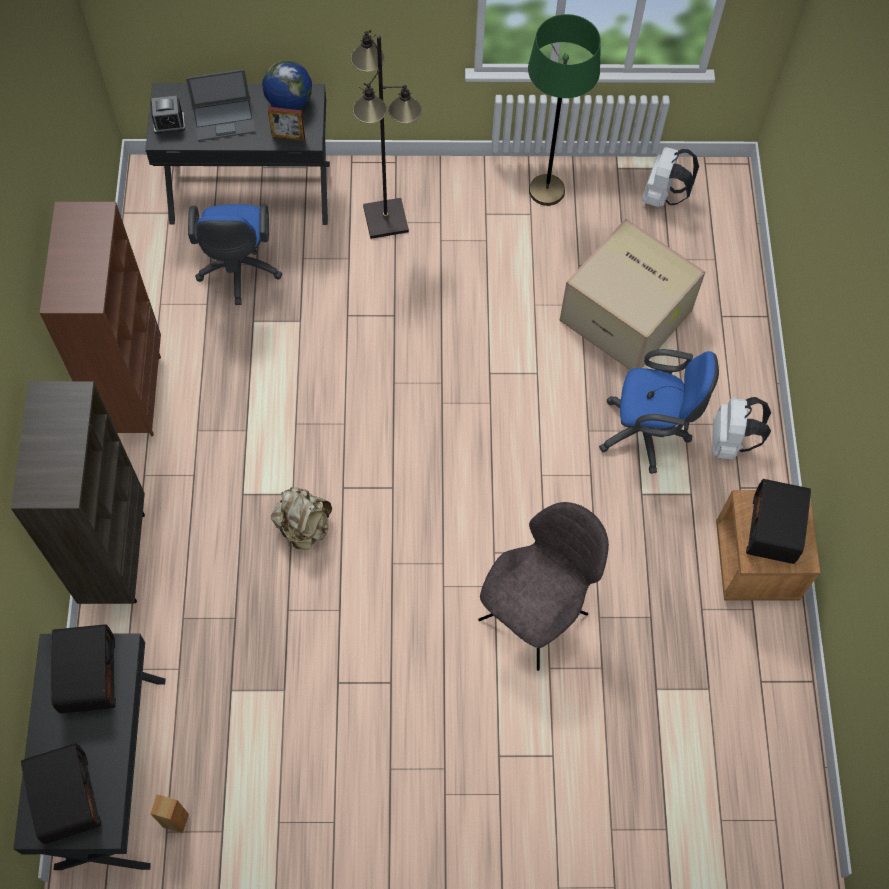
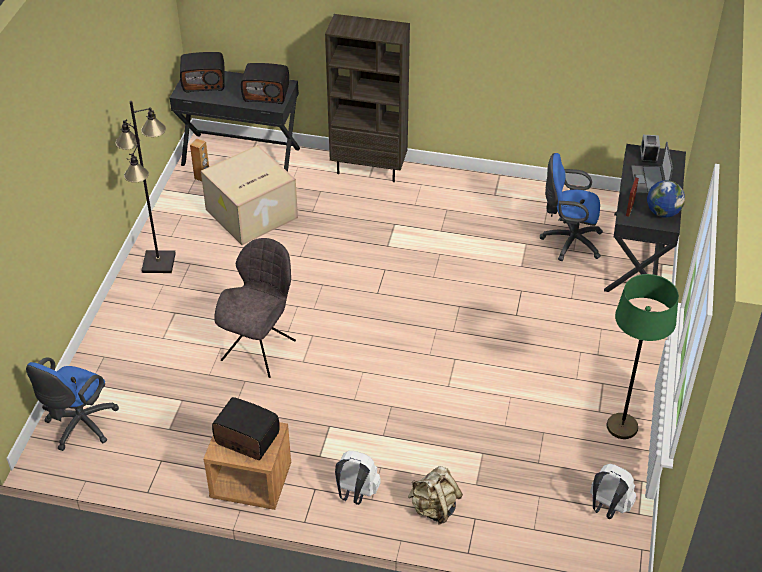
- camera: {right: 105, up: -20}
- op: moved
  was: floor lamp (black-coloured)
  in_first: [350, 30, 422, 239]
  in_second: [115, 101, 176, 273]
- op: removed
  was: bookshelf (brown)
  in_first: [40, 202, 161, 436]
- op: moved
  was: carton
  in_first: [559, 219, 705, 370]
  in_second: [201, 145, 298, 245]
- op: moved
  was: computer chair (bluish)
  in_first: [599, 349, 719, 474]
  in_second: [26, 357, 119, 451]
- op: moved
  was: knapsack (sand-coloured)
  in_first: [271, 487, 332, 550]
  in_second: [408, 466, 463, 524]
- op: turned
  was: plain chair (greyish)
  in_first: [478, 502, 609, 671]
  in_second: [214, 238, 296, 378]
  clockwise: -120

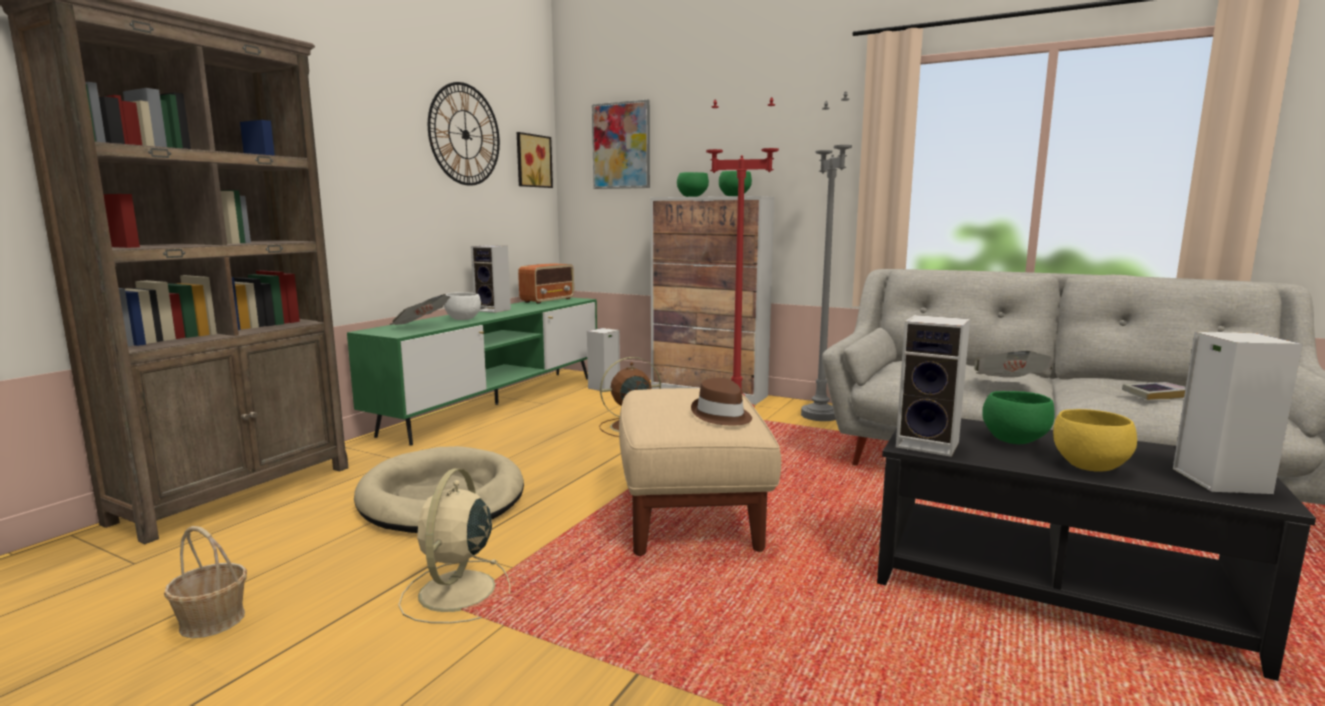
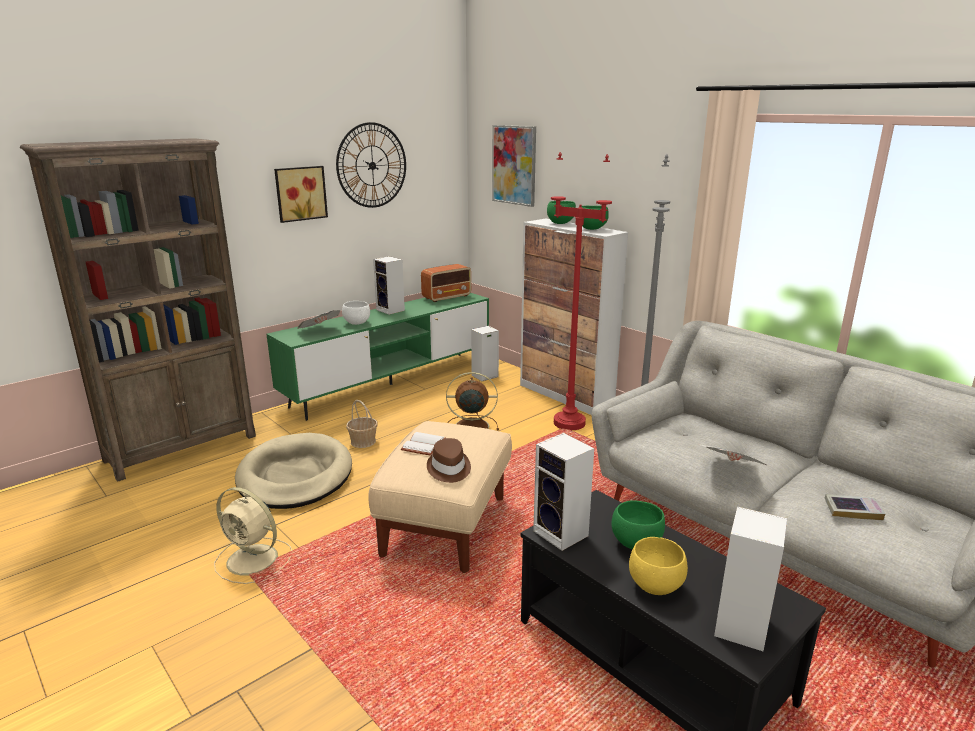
- camera: {right: 20, up: 10}
- op: moved
  was: wall picture
  in_first: [517, 132, 553, 188]
  in_second: [274, 166, 328, 223]
- op: turned
  was: electric fan (sand-coloured)
  in_first: [398, 469, 510, 624]
  in_second: [214, 487, 292, 584]
  clockwise: -90
- op: moved
  was: storage basket
  in_first: [164, 526, 247, 638]
  in_second: [346, 400, 378, 448]
- op: added
  now: volume (white)
  in_second: [401, 432, 446, 456]

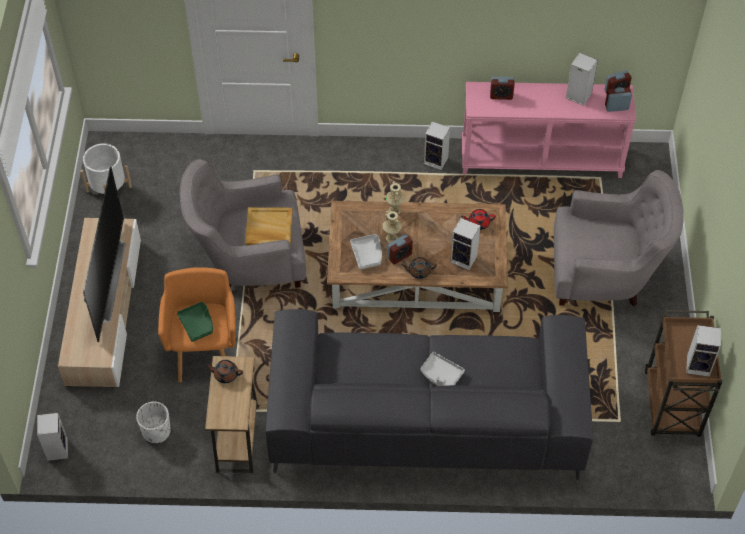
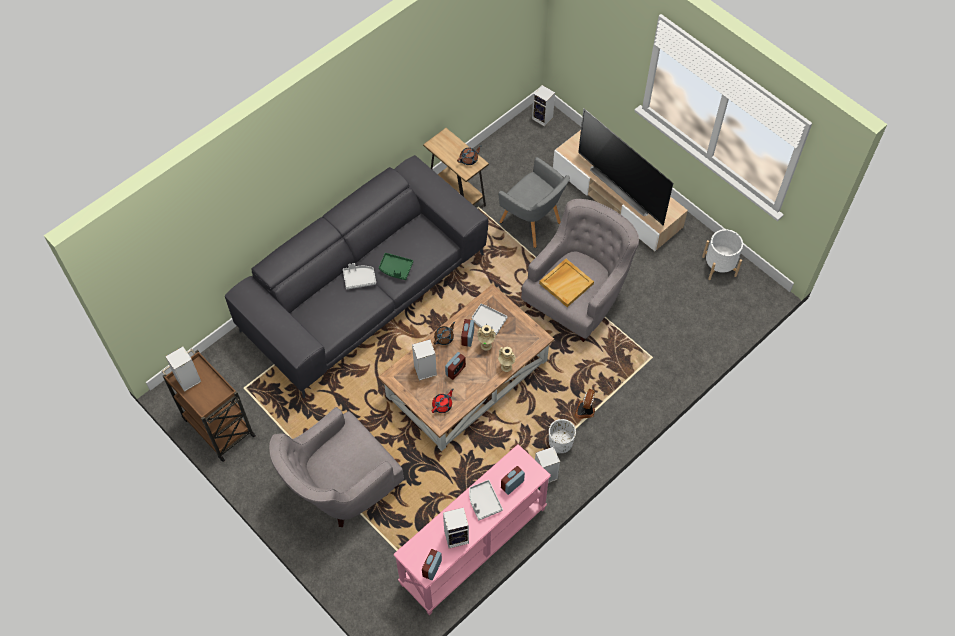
- camera: {right: 135, up: 5}
- op: moved
  was: alarm clock
  in_first: [605, 87, 632, 112]
  in_second: [445, 352, 466, 380]
- op: recoloured
  was: lounge chair (orange-coloured)
  now: lounge chair (greyish)
  in_first: [158, 267, 236, 383]
  in_second: [498, 157, 570, 248]
- op: moved
  was: carrying tray (green-coloured)
  in_first: [177, 302, 213, 342]
  in_second: [379, 253, 413, 280]
- op: moved
  was: plant pot (white)
  in_first: [136, 402, 171, 443]
  in_second: [549, 419, 576, 453]
- op: added
  now: electric fan
  in_second: [575, 389, 595, 419]
- op: added
  now: carrying tray (greyish)
  in_second: [469, 480, 503, 520]

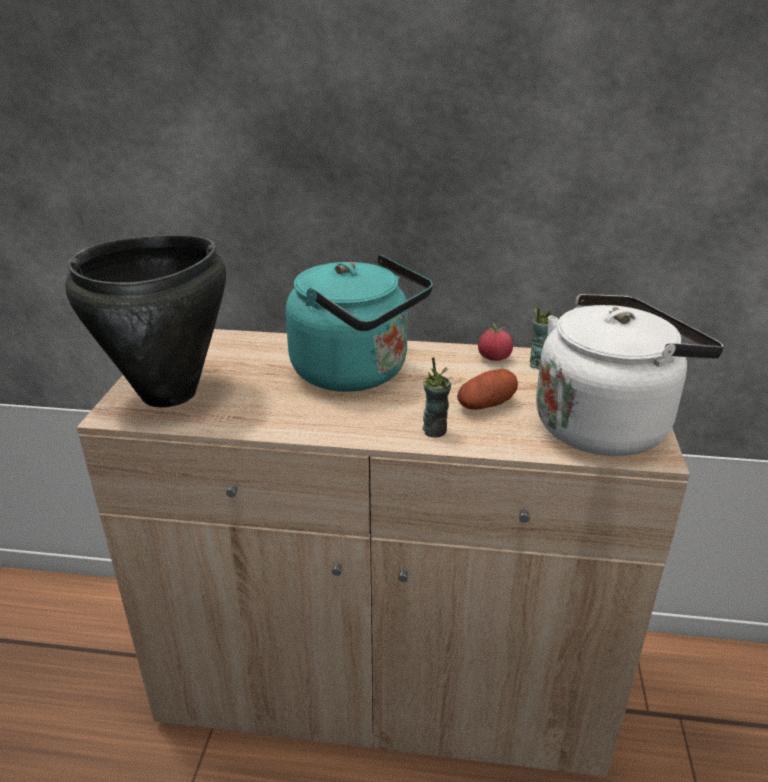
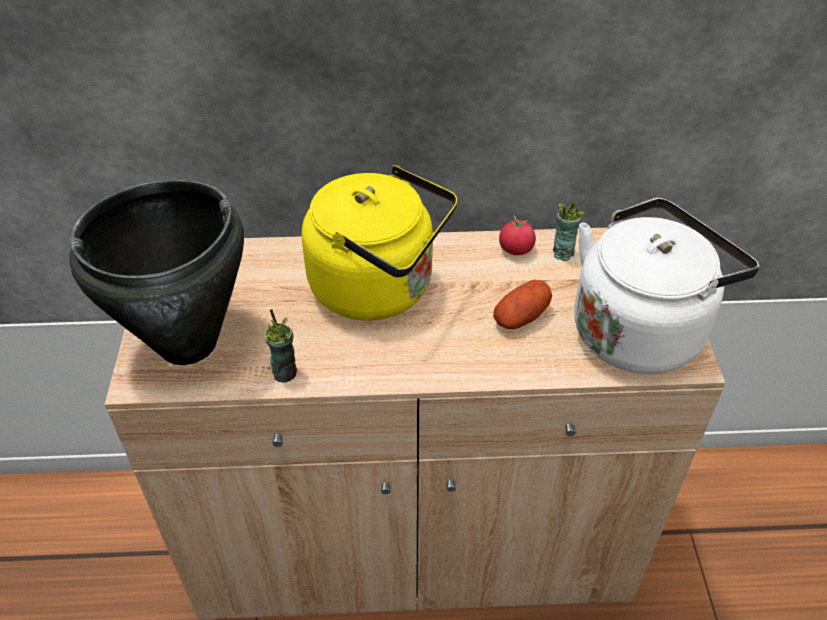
- camera: {right: -10, up: 15}
- op: recoloured
  was: tea kettle (blue-green)
  now: tea kettle (yellow)
  in_first: [286, 255, 433, 392]
  in_second: [302, 165, 457, 321]
- op: moved
  was: cup
  in_first: [422, 357, 451, 438]
  in_second: [264, 309, 297, 382]

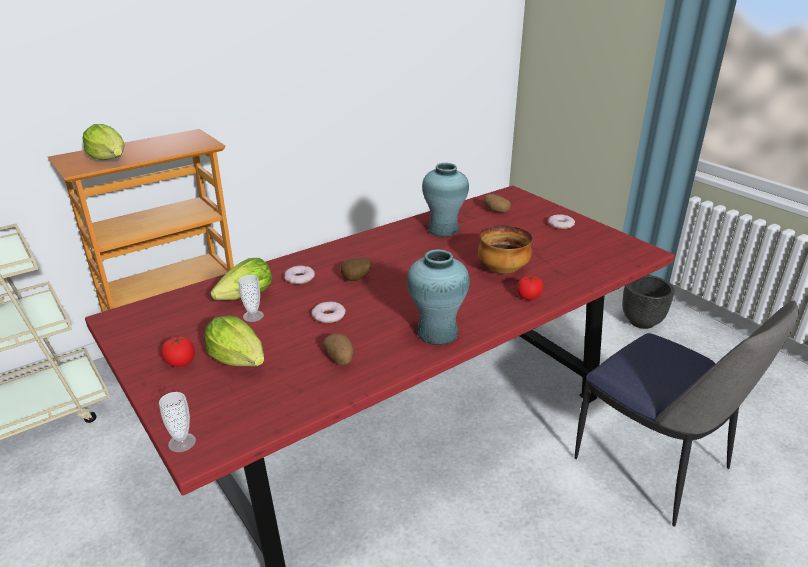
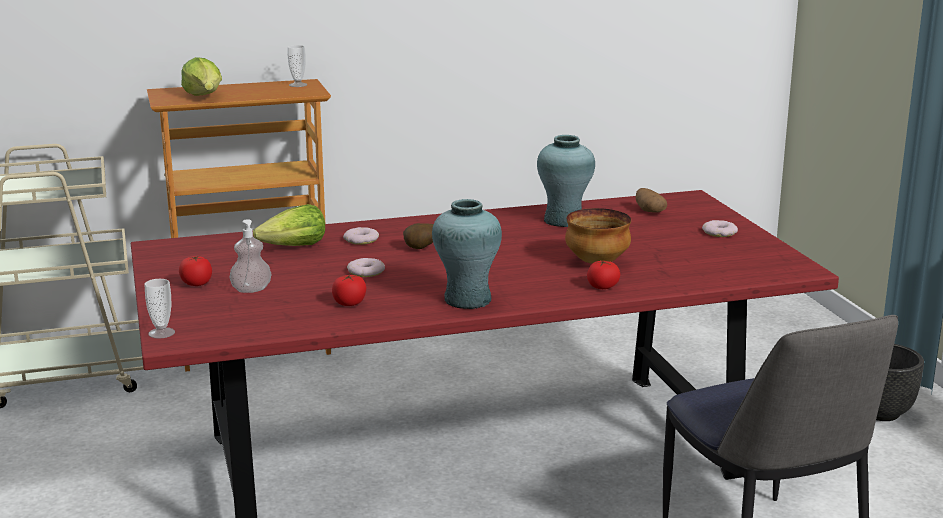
- camera: {right: 20, up: -10}
- op: moved
  was: cup
  in_first: [238, 275, 264, 322]
  in_second: [287, 45, 307, 87]
- op: replaced
  was: lettuce
  now: liquid soap bottle
  in_first: [204, 316, 264, 366]
  in_second: [230, 219, 272, 293]
- op: replaced
  was: potato
  now: whole tomato
  in_first: [323, 333, 354, 365]
  in_second: [332, 275, 366, 306]

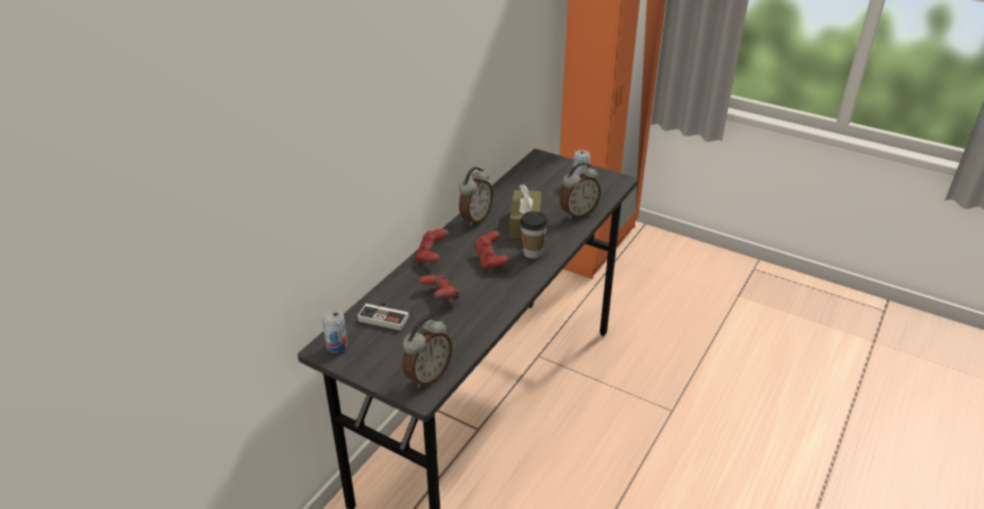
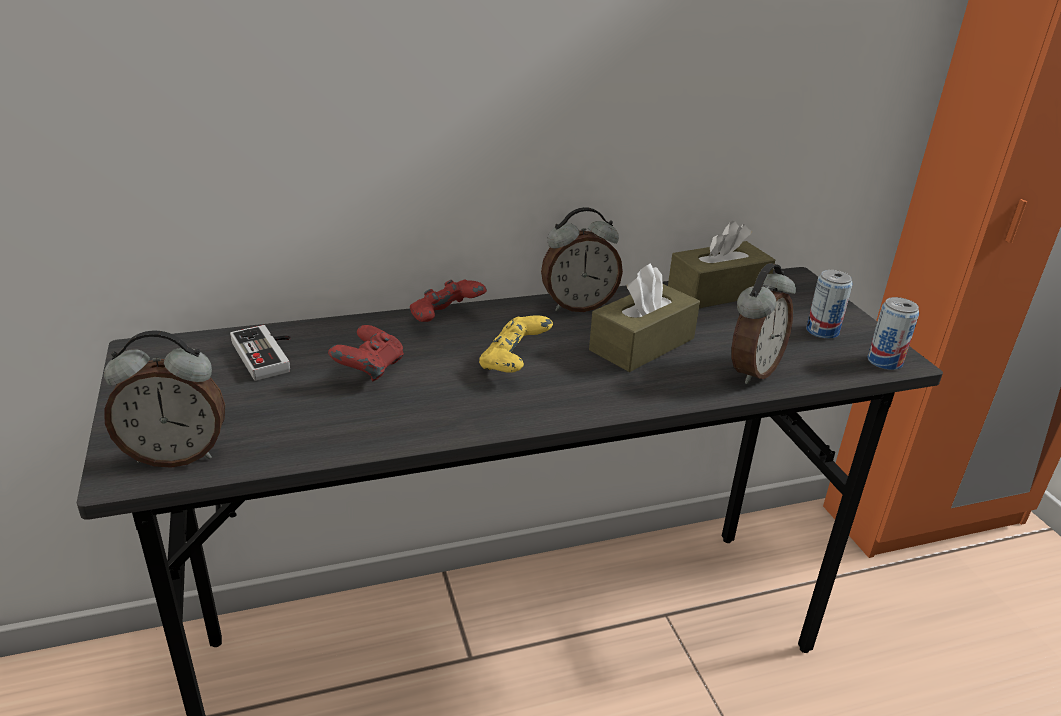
- camera: {right: 40, up: -5}
- op: turned
  was: alarm clock
  in_first: [560, 163, 601, 219]
  in_second: [731, 263, 796, 384]
  clockwise: -60
- op: removed
  was: cup
  in_first: [519, 211, 548, 259]
- op: recoloured
  was: gamepad (reddish)
  now: gamepad (yellow)
  in_first: [474, 231, 509, 269]
  in_second: [479, 315, 553, 373]
- op: moved
  was: sealed can
  in_first: [322, 309, 348, 353]
  in_second: [867, 297, 919, 370]
- op: added
  now: tissue holder (brown)
  in_second: [668, 221, 775, 308]

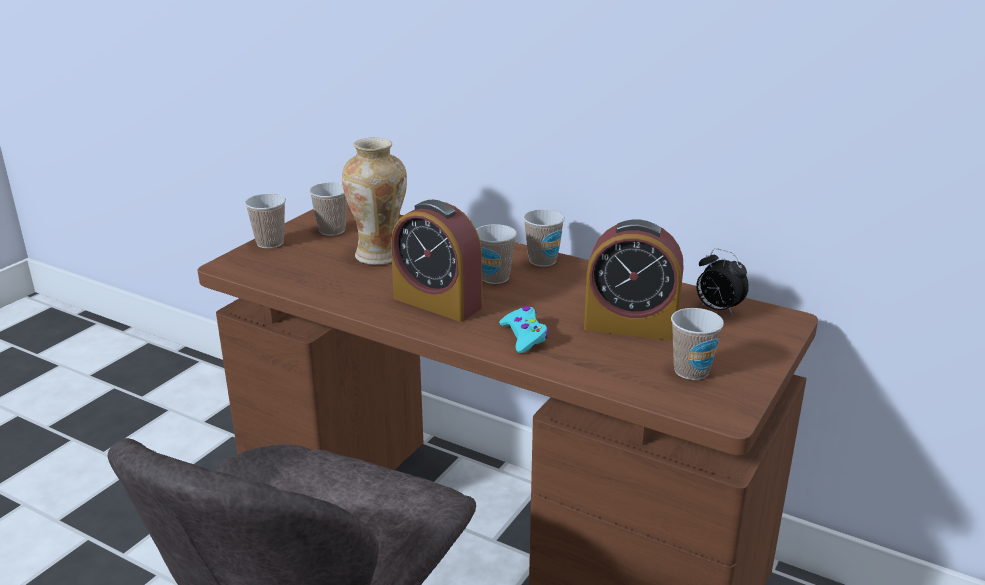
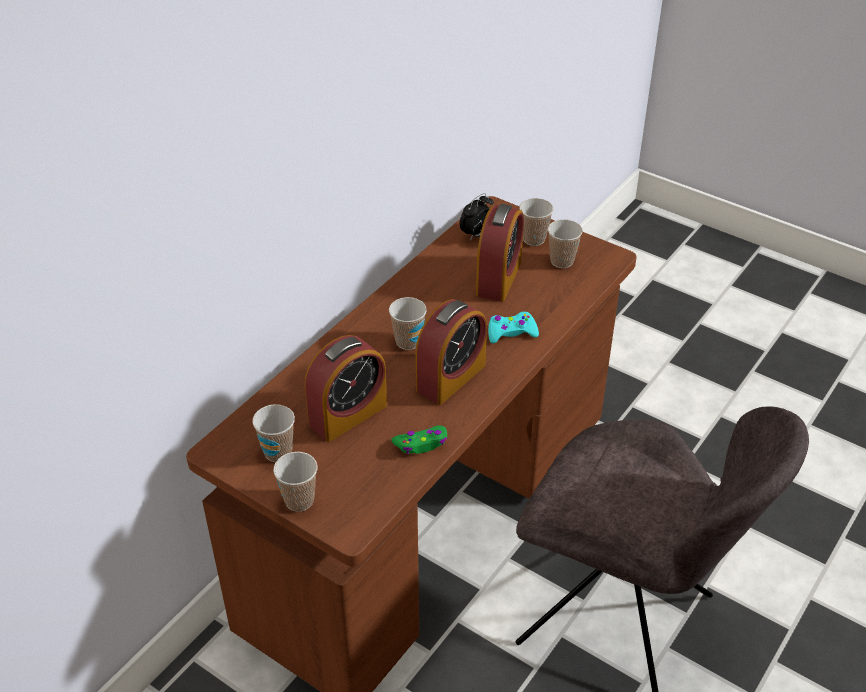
- camera: {right: -85, up: 15}
- op: replaced
  was: decorative vase
  now: alarm clock
  in_first: [342, 138, 407, 265]
  in_second: [305, 335, 387, 442]
- op: moved
  was: cup
  in_first: [523, 209, 565, 267]
  in_second: [519, 198, 553, 246]
- op: added
  now: gamepad (green-coloured)
  in_second: [391, 425, 447, 454]

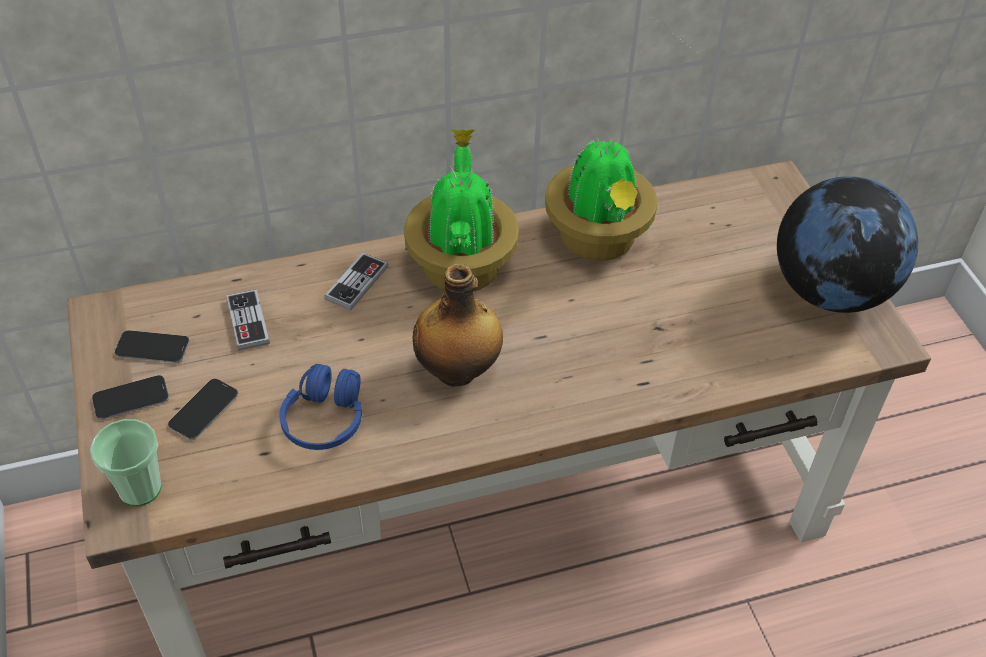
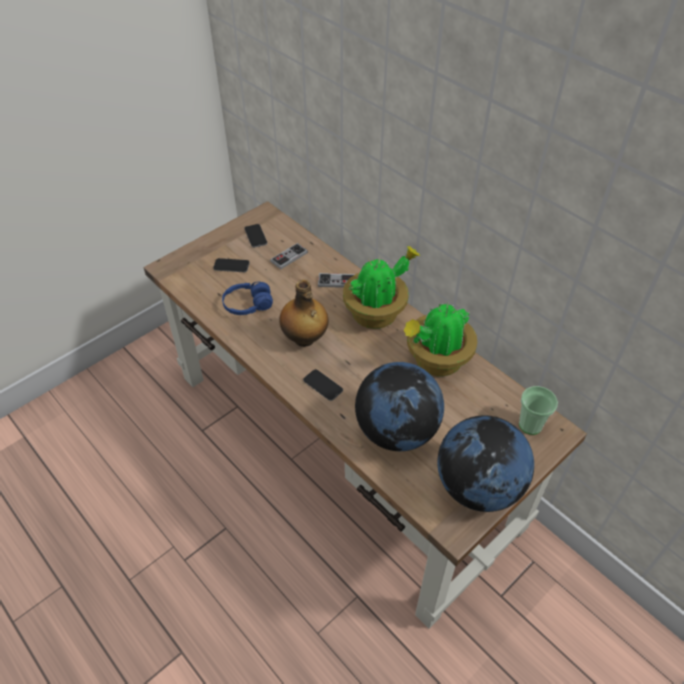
- camera: {right: 65, up: 0}
- op: moved
  was: phone
  in_first: [92, 375, 169, 420]
  in_second: [303, 369, 343, 401]
- op: moved
  was: cup
  in_first: [90, 419, 162, 506]
  in_second: [519, 386, 558, 435]
- op: added
  now: desk globe
  in_second: [355, 362, 444, 451]

